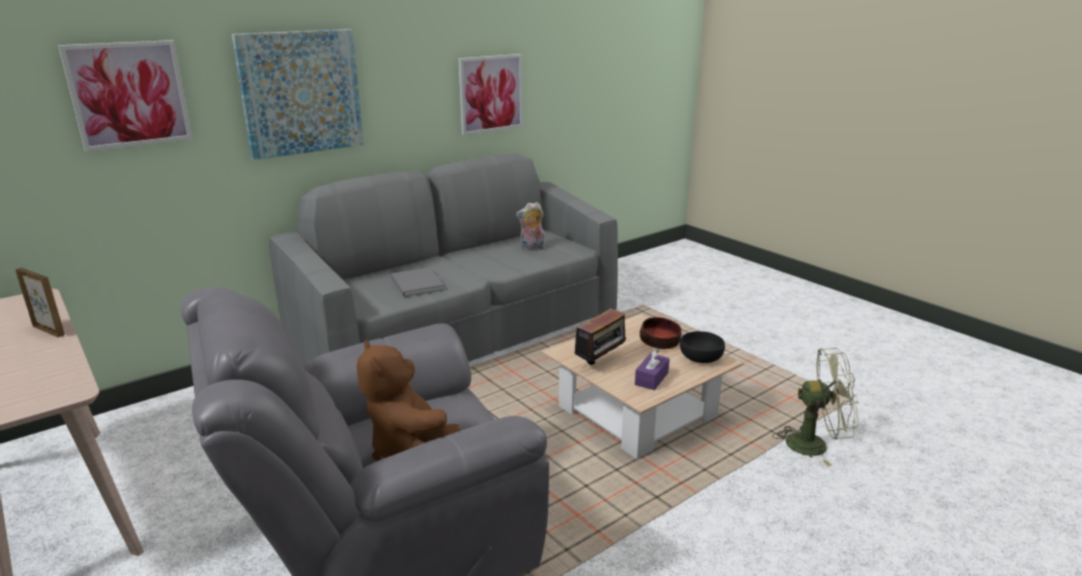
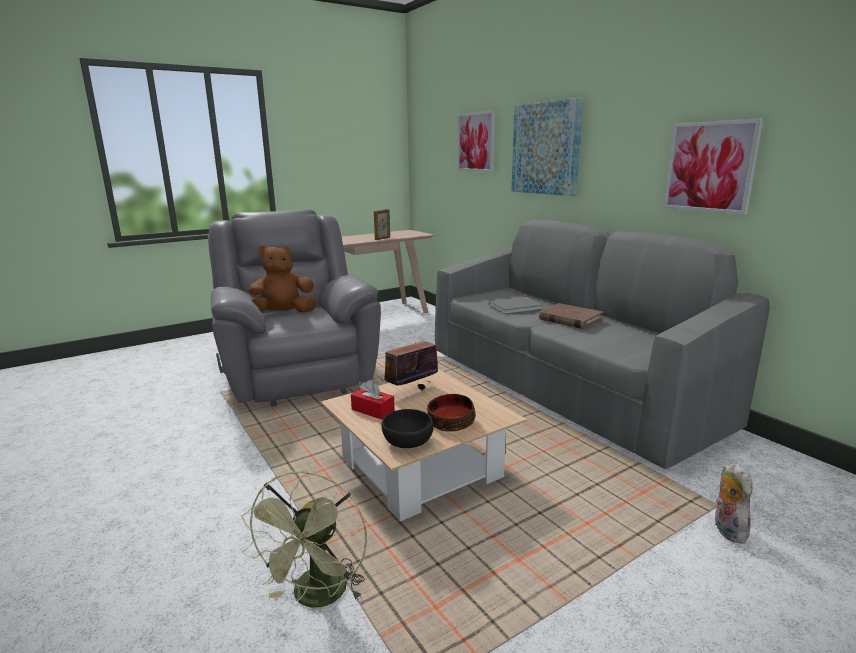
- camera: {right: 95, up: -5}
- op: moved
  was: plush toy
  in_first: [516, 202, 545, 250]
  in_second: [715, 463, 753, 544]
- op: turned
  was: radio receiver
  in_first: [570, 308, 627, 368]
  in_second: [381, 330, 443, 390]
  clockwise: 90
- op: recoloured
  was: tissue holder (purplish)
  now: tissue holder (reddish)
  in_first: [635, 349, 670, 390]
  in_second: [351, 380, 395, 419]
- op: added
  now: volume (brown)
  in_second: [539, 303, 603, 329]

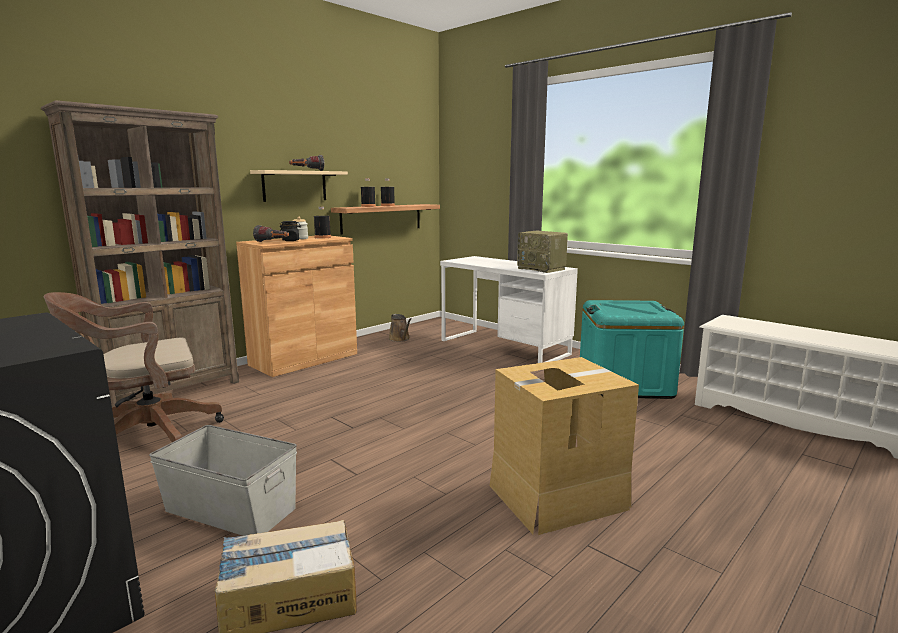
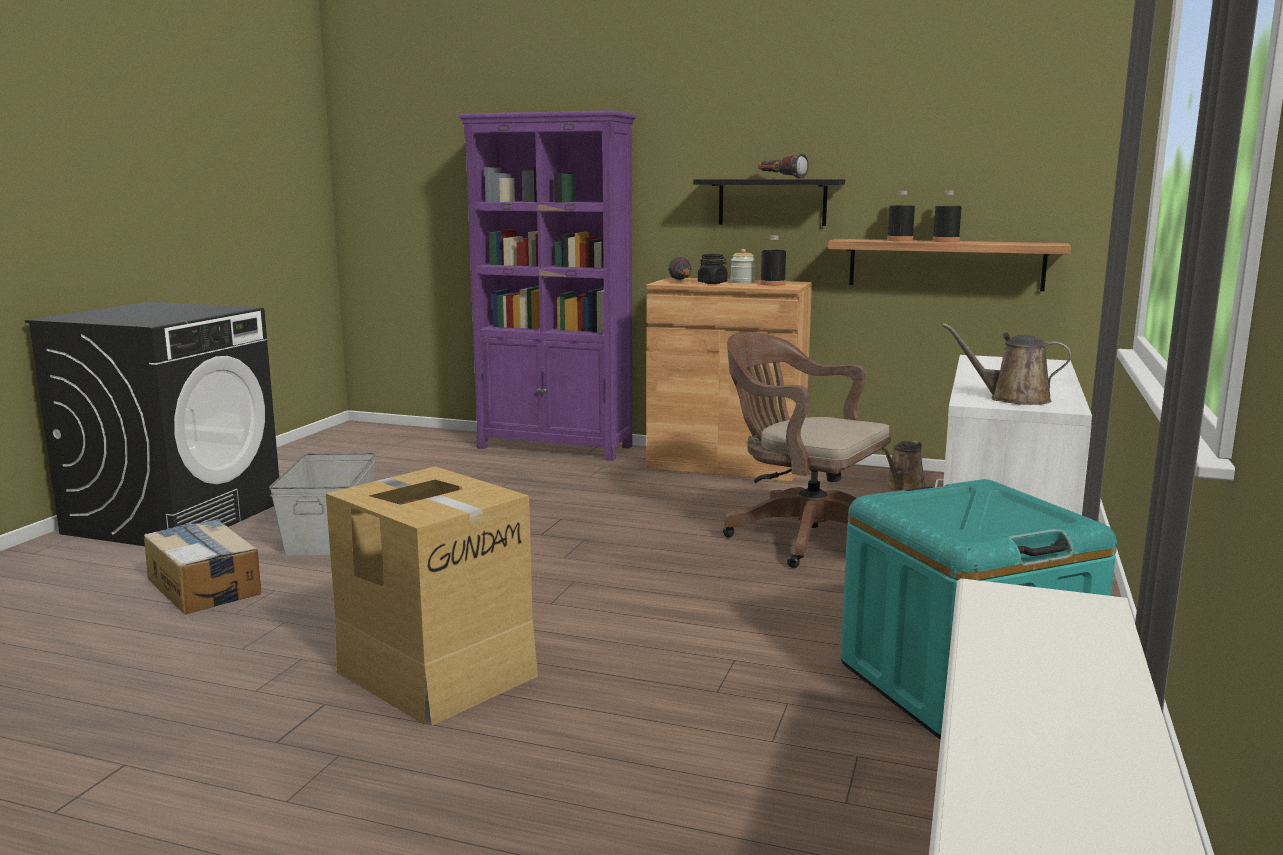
- camera: {right: 65, up: 0}
- op: recoloured
  was: bookshelf (brown)
  now: bookshelf (purplish)
  in_first: [41, 100, 239, 407]
  in_second: [458, 110, 636, 461]
- op: recoloured
  was: wall shelf (sand-coloured)
  now: wall shelf (black-coloured)
  in_first: [250, 170, 348, 202]
  in_second: [693, 179, 845, 226]
- op: replaced
  was: radio receiver
  now: watering can (brown)
  in_first: [517, 231, 568, 273]
  in_second: [942, 323, 1071, 405]
- op: moved
  was: computer chair (brown)
  in_first: [44, 292, 224, 442]
  in_second: [723, 332, 891, 568]

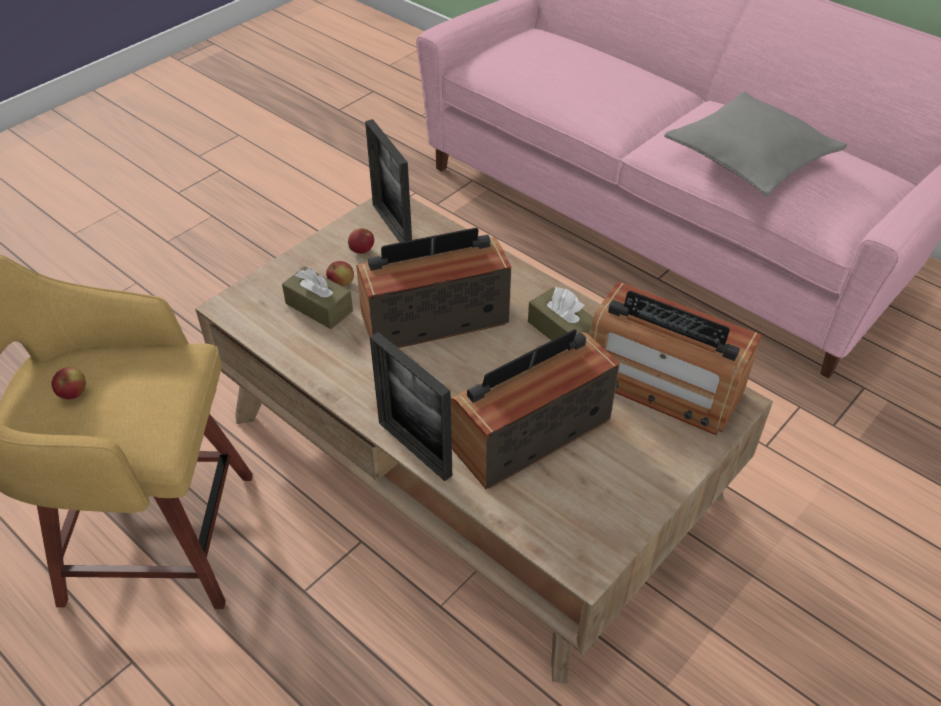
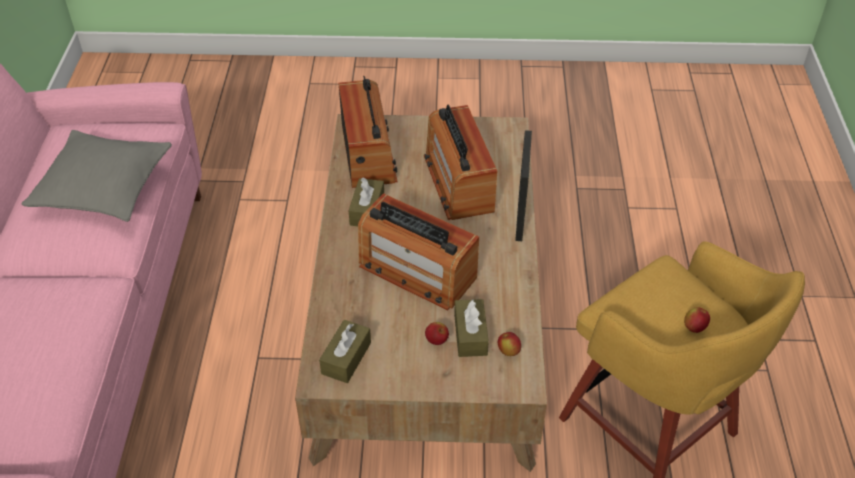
- camera: {right: -130, up: 0}
- op: replaced
  was: standing frame
  now: tissue holder (brown)
  in_first: [365, 119, 412, 242]
  in_second: [319, 320, 371, 383]
- op: moved
  was: whole apple
  in_first: [348, 228, 374, 254]
  in_second: [498, 332, 521, 356]
- op: turned
  was: radio receiver
  in_first: [451, 329, 620, 489]
  in_second: [424, 105, 497, 220]
  clockwise: 60

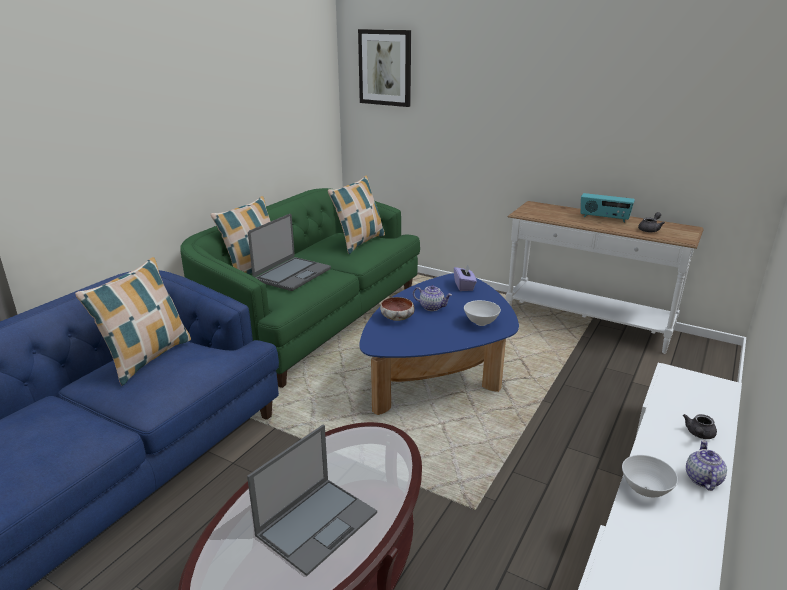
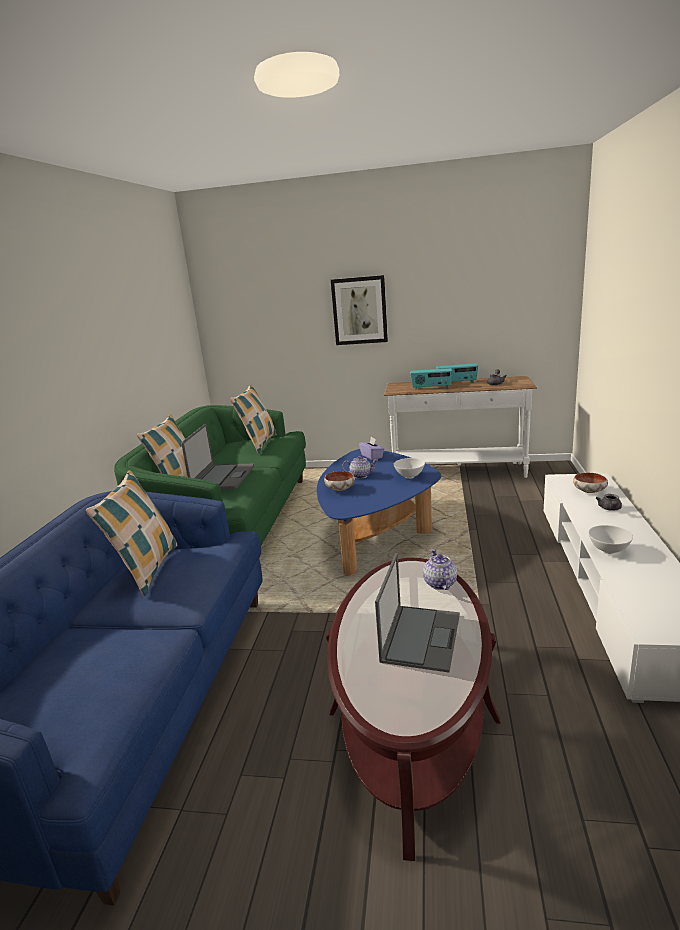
- camera: {right: -20, up: -5}
- op: moved
  was: wall picture
  in_first: [358, 29, 411, 107]
  in_second: [331, 275, 388, 345]
- op: moved
  was: pot for tea
  in_first: [686, 440, 727, 491]
  in_second: [423, 549, 457, 590]
- op: added
  now: radio receiver
  in_second: [410, 368, 452, 390]
- op: added
  now: deep dish
  in_second: [573, 473, 608, 493]

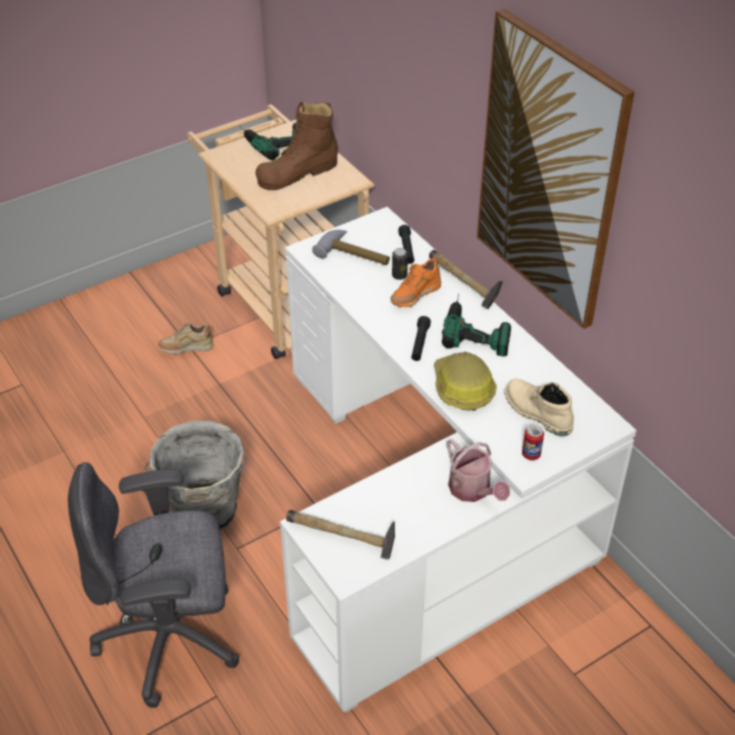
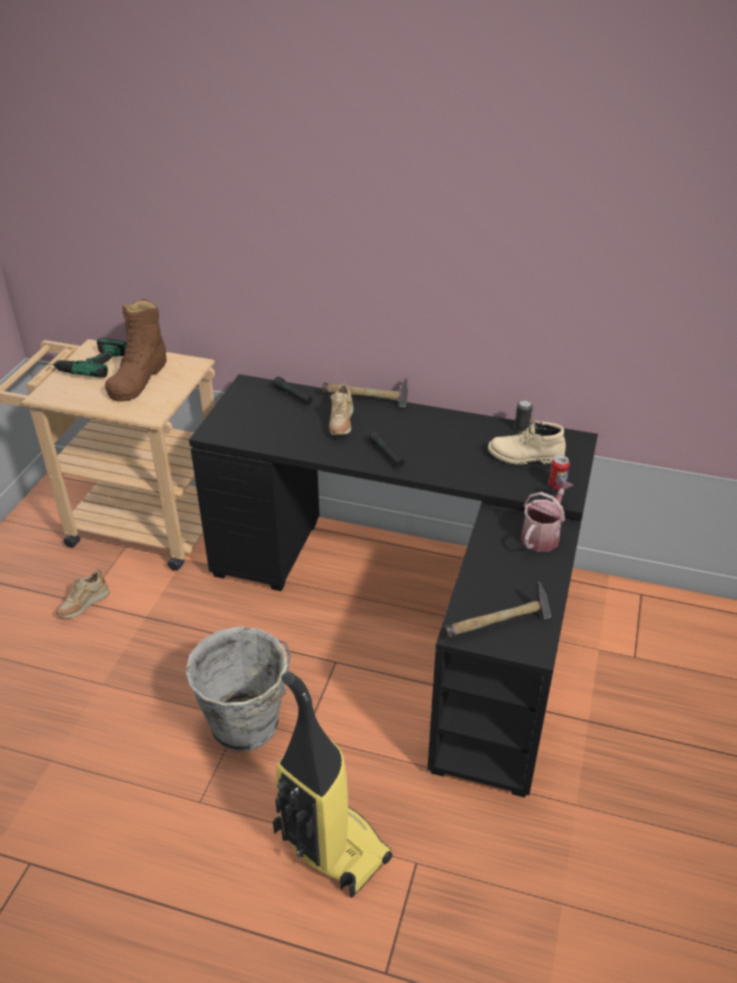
- camera: {right: -40, up: -5}
- op: removed
  was: wall picture
  in_first: [477, 8, 635, 329]
- op: recoloured
  was: desk (white)
  now: desk (black-coloured)
  in_first: [280, 207, 636, 713]
  in_second: [189, 374, 598, 798]
- op: removed
  was: tool hammer
  in_first: [312, 230, 390, 265]
- op: moved
  was: sealed can
  in_first: [392, 248, 408, 280]
  in_second: [515, 400, 533, 432]
- op: recoloured
  was: shoe (orange-coloured)
  now: shoe (sand-coloured)
  in_first: [391, 257, 441, 307]
  in_second: [329, 383, 353, 435]
- op: removed
  was: drill
  in_first: [442, 294, 511, 357]
- op: removed
  was: work helmet
  in_first: [434, 351, 497, 411]
- op: turned
  was: watering can
  in_first: [447, 439, 510, 502]
  in_second: [520, 479, 573, 552]
  clockwise: -75
- op: replaced
  was: computer chair (greyish)
  now: vacuum cleaner
  in_first: [68, 462, 240, 708]
  in_second: [273, 671, 392, 898]

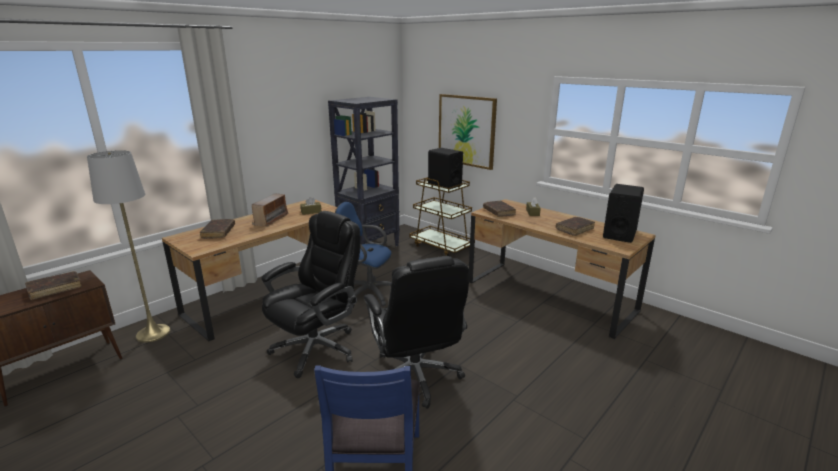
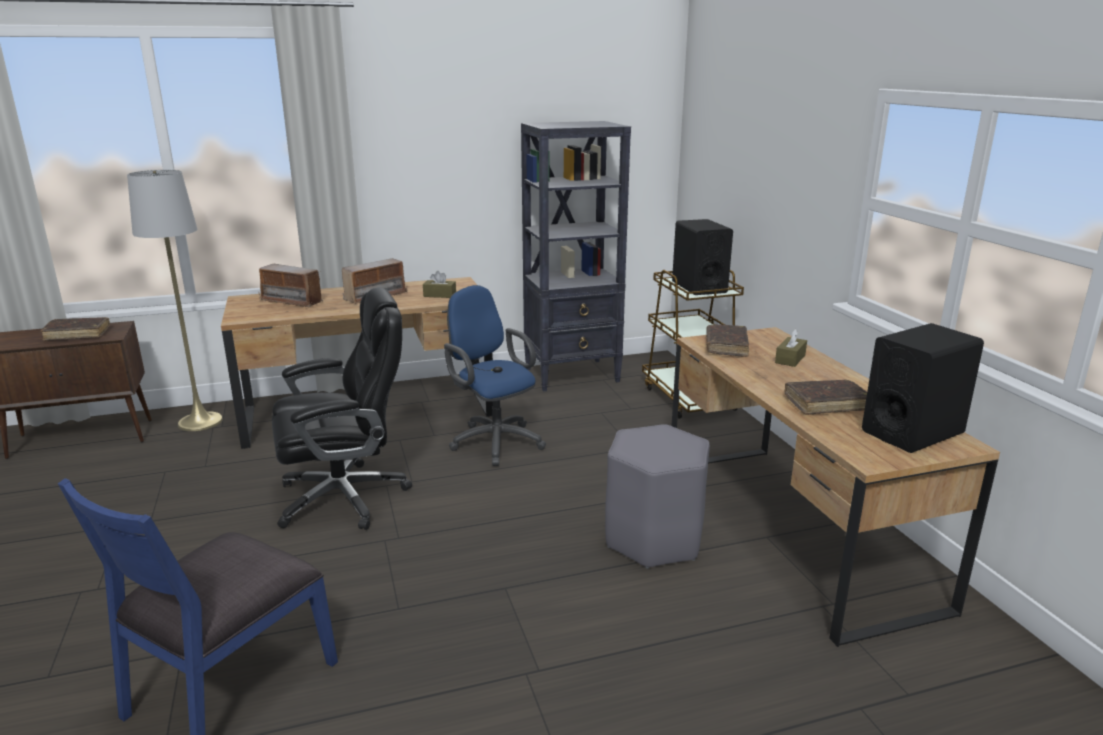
- camera: {right: 30, up: 0}
- op: removed
  was: wall picture
  in_first: [439, 94, 497, 170]
- op: replaced
  was: volume (brown)
  now: radio receiver
  in_first: [200, 219, 235, 239]
  in_second: [258, 264, 323, 308]
- op: removed
  was: computer chair (black-coloured)
  in_first: [364, 256, 469, 409]
- op: added
  now: sitting stool (greyish)
  in_second: [605, 424, 710, 569]

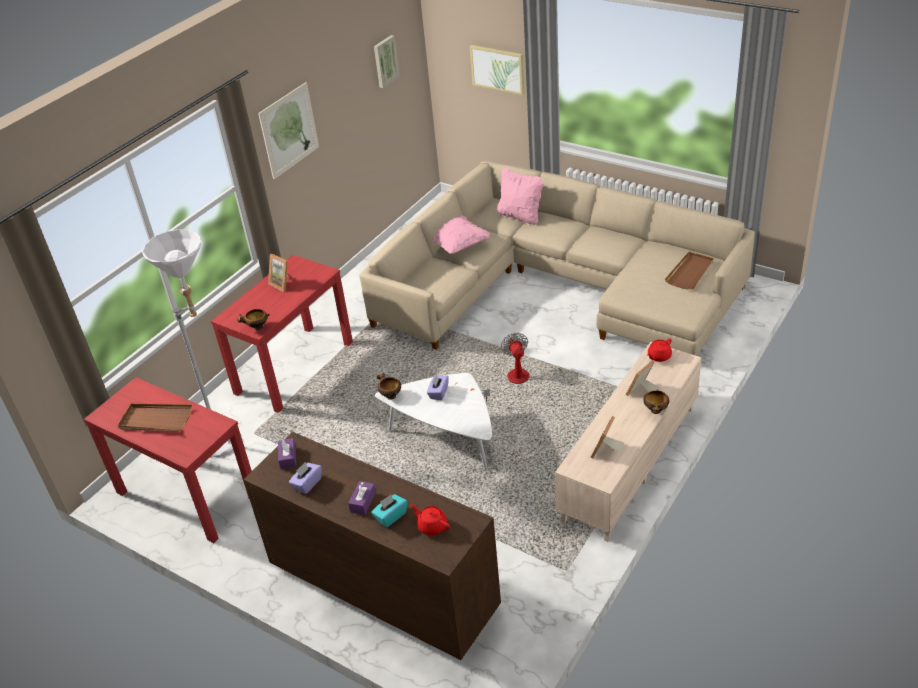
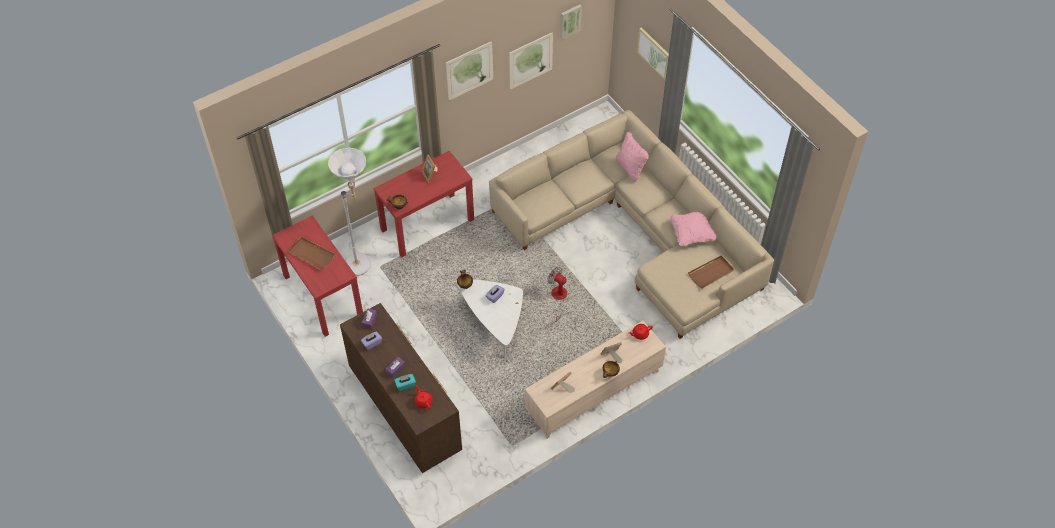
- camera: {right: 20, up: 15}
- op: moved
  was: throw pillow (pink-coloured)
  in_first: [433, 215, 490, 254]
  in_second: [669, 212, 717, 245]
- op: turned
  was: electric fan
  in_first: [484, 332, 529, 402]
  in_second: [548, 267, 568, 321]
  clockwise: -60
- op: added
  now: wall picture
  in_second: [509, 32, 553, 90]

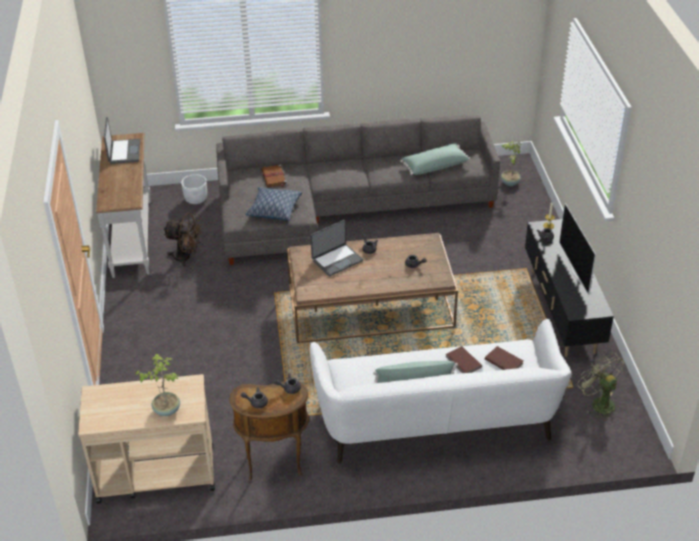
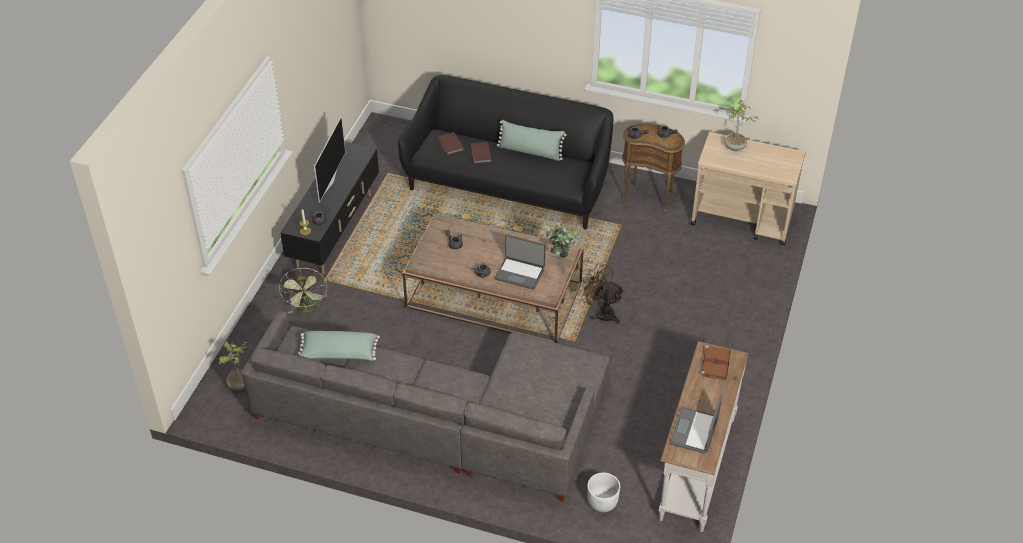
- camera: {right: -155, up: 5}
- op: moved
  was: volume (brown)
  in_first: [261, 165, 287, 187]
  in_second: [701, 345, 731, 380]
- op: removed
  was: throw pillow
  in_first: [245, 187, 302, 220]
- op: moved
  was: electric fan (brown)
  in_first: [163, 212, 202, 267]
  in_second: [579, 264, 624, 324]
- op: turned
  was: laptop
  in_first: [310, 220, 363, 277]
  in_second: [495, 234, 545, 290]
  clockwise: -150
- op: recoloured
  was: sofa (white)
  now: sofa (black-coloured)
  in_first: [310, 319, 571, 464]
  in_second: [398, 75, 613, 230]
- op: moved
  was: electric fan (green-coloured)
  in_first: [577, 352, 624, 420]
  in_second: [279, 268, 327, 314]
- op: added
  now: houseplant
  in_second: [545, 222, 577, 258]

